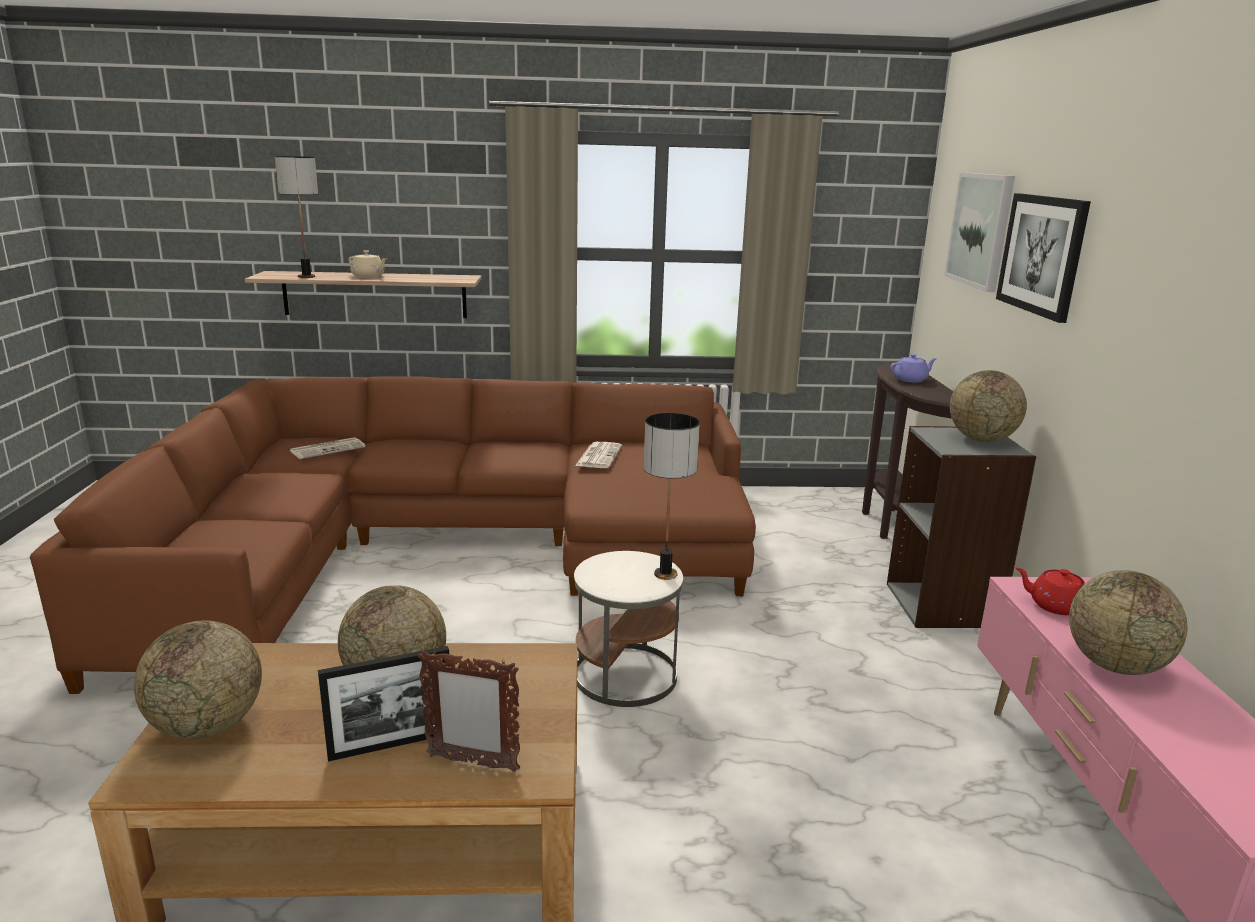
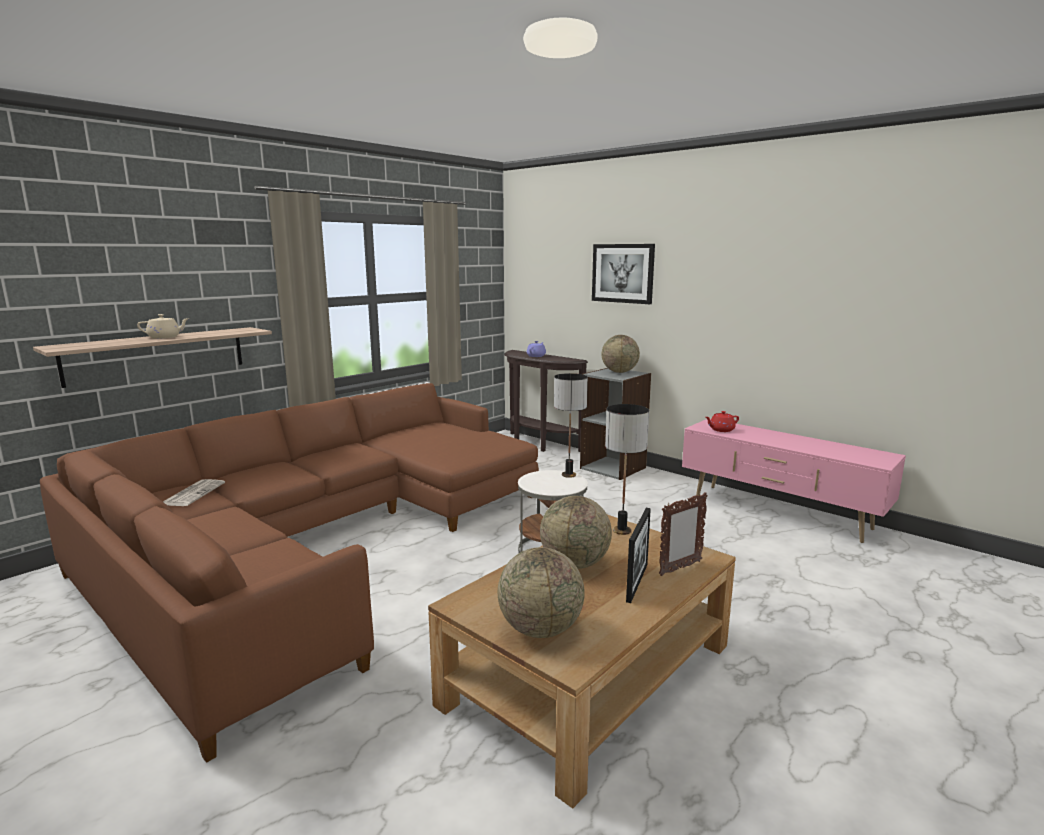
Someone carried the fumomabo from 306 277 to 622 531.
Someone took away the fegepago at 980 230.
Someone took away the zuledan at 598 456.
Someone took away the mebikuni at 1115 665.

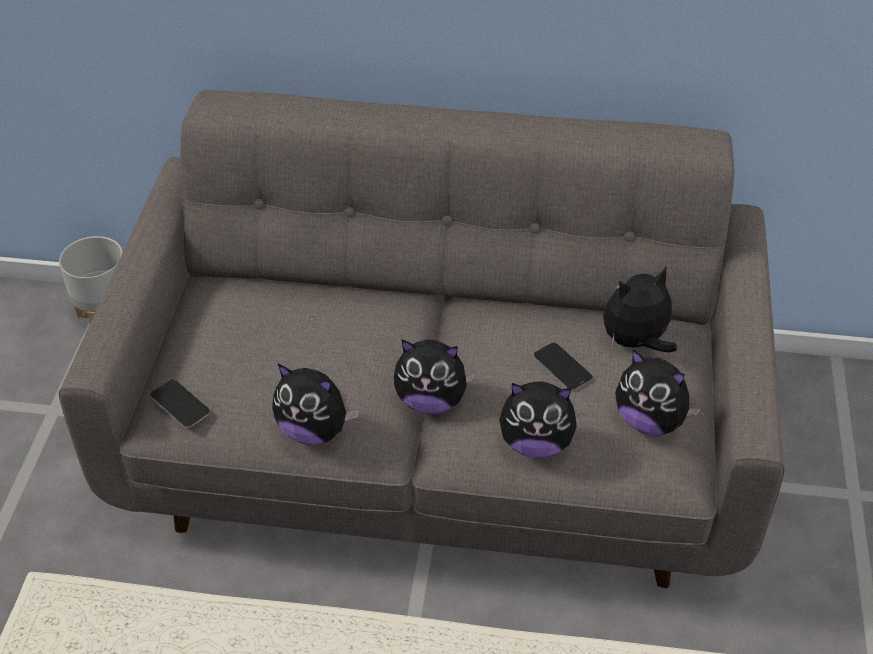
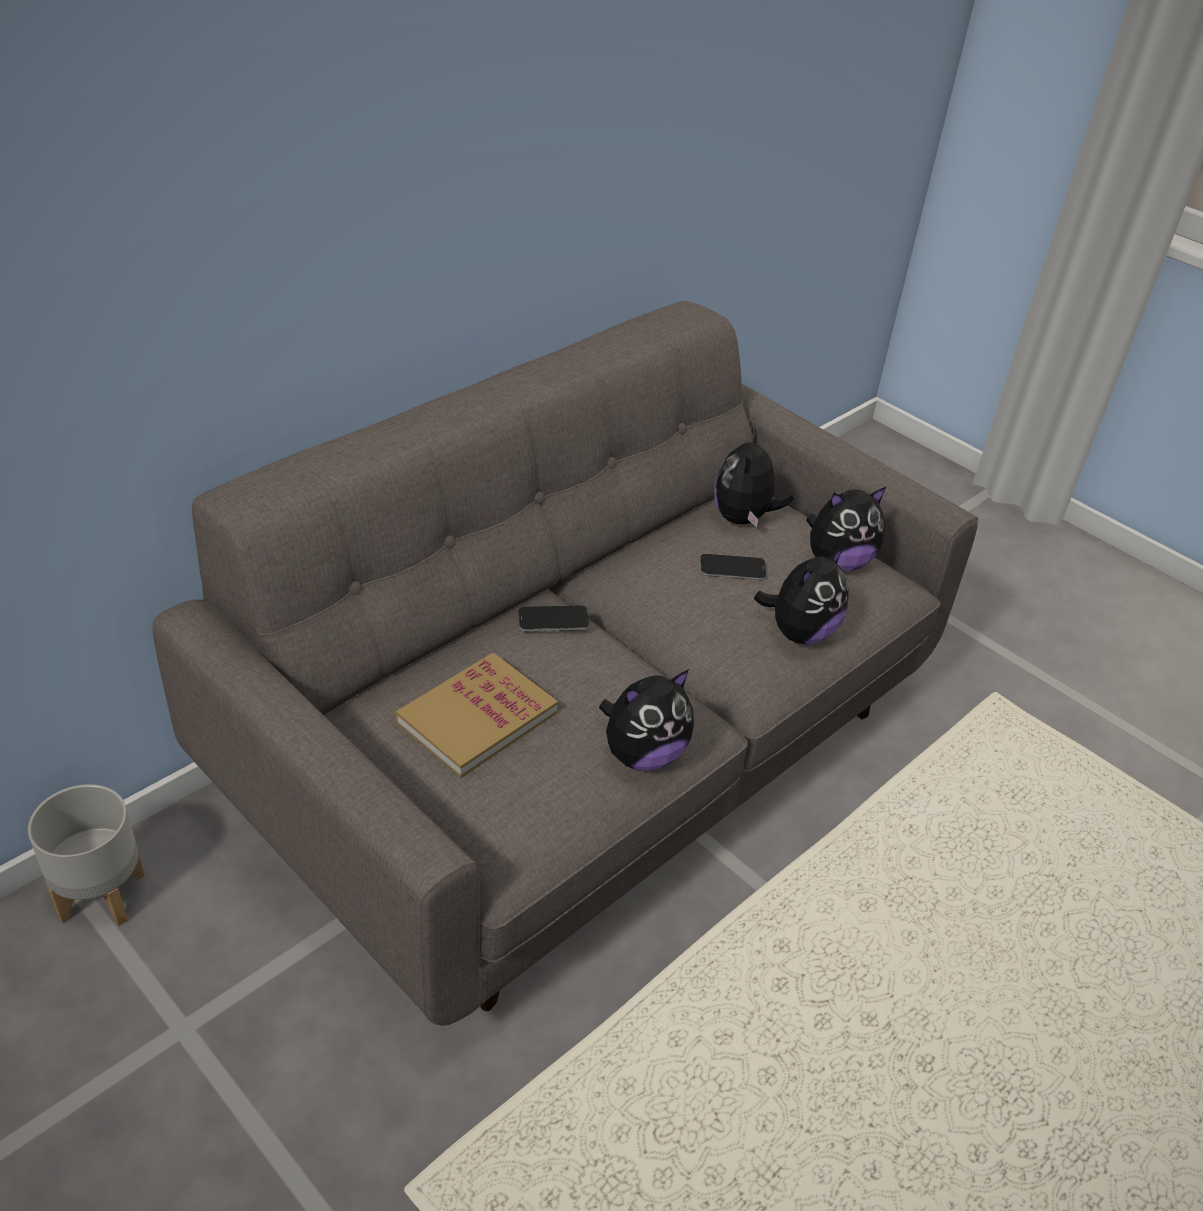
Someone took away the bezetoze at 431 401.
Someone carried the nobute from 180 405 to 553 620.
Someone put down the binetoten at 477 717.

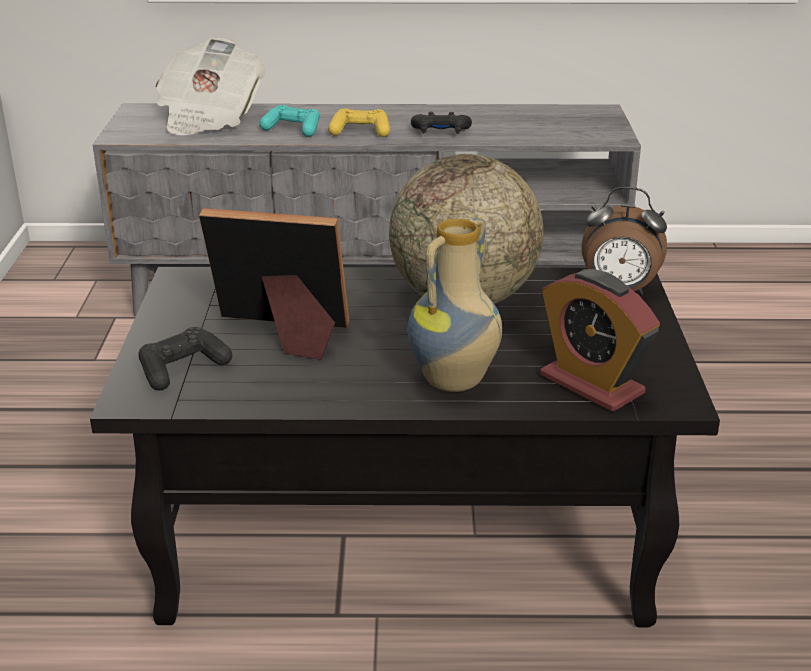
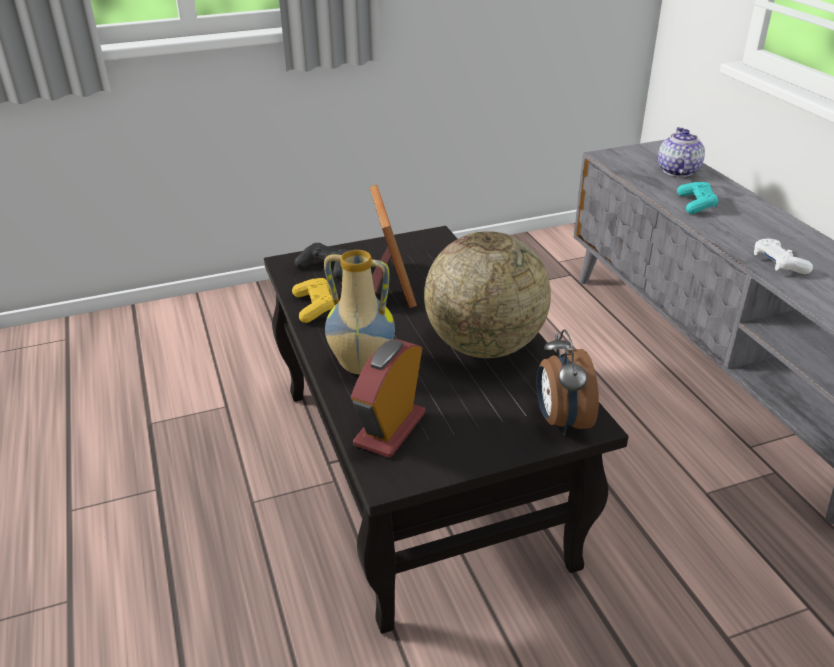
Someone swapped the zuledan at 209 117 for the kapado at 677 171.
Someone carried the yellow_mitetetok from 360 132 to 314 307.
Someone repainted the black_mitetetok at 440 132, which became the white_mitetetok at 778 264.

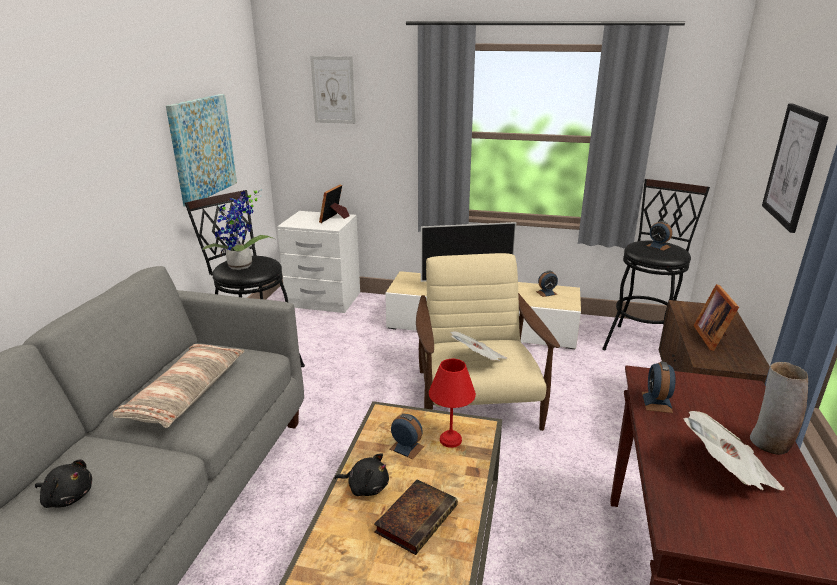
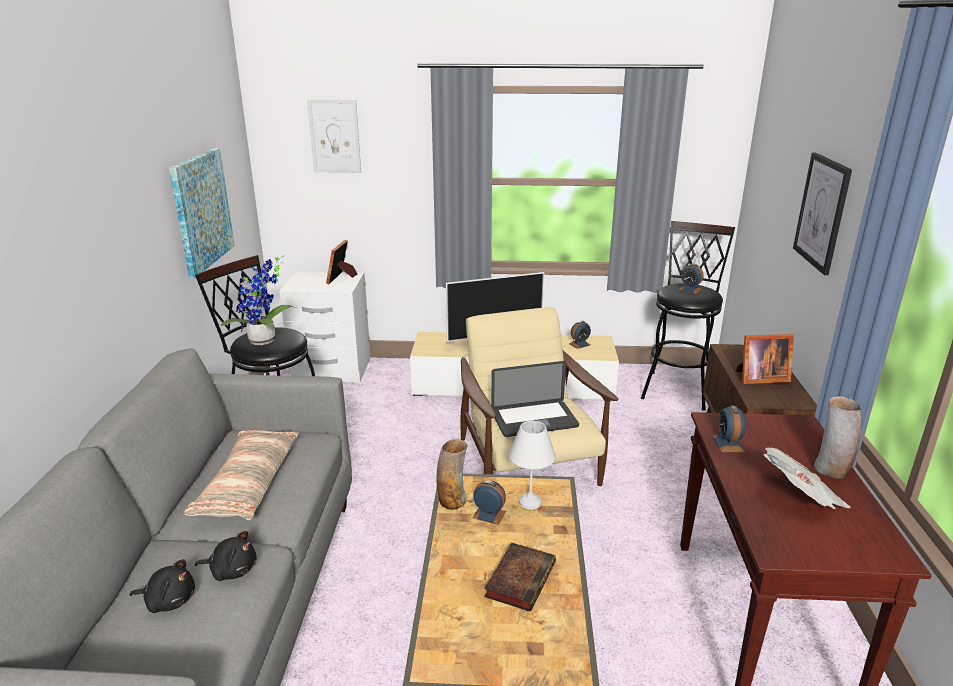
Someone rotated the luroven at 713 337 by 90 degrees counterclockwise.
Someone swapped the zuledan at 478 360 for the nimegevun at 534 420.
Someone repainted the red_fumomabo at 449 440, which became the white_fumomabo at 529 502.
Someone carried the black_bezetoze from 366 487 to 232 570.
Someone put down the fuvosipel at 452 501.

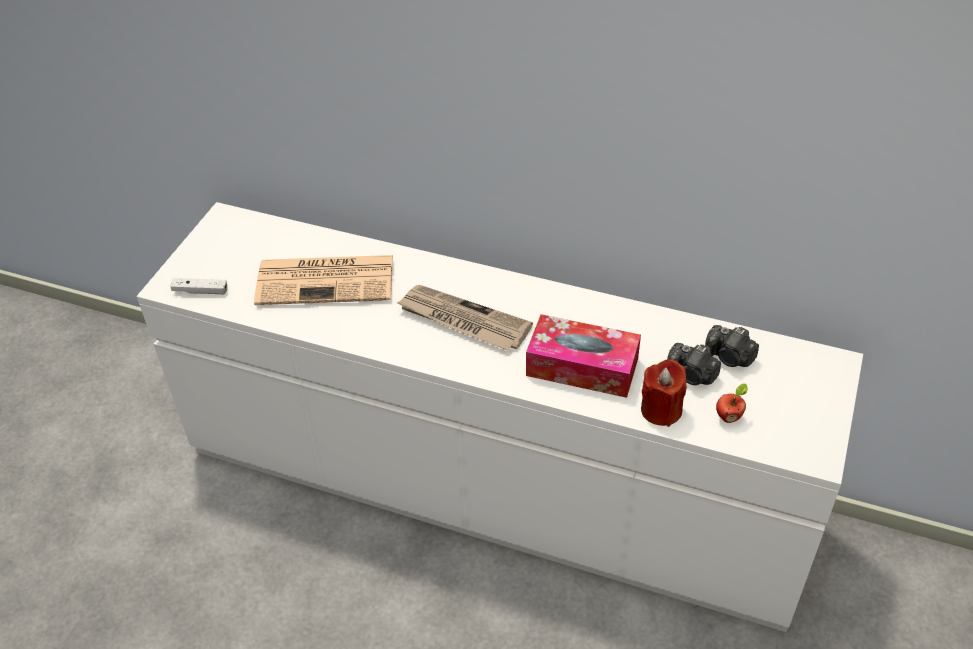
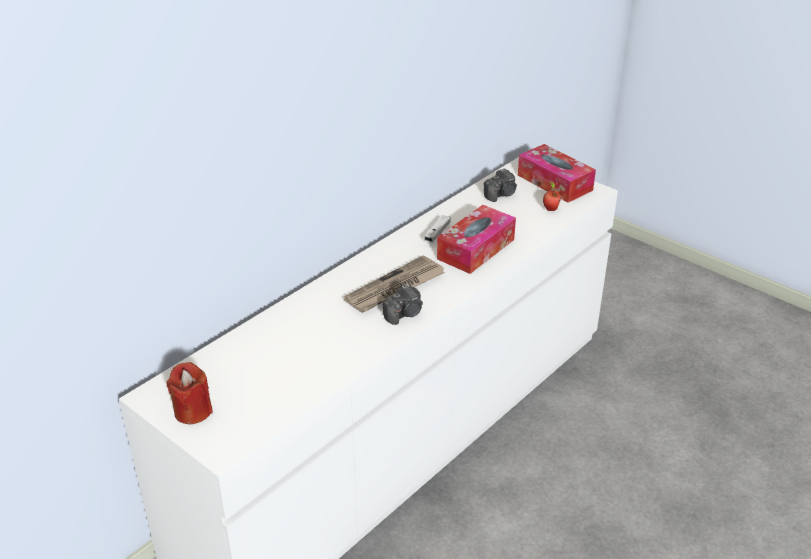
Someone took away the zuledan at 327 280.
Someone carried the white_mitetetok from 200 291 to 437 233.
Someone carried the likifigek from 691 375 to 404 314.
Someone carried the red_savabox from 661 410 to 193 411.
Someone put down the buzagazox at 554 182.

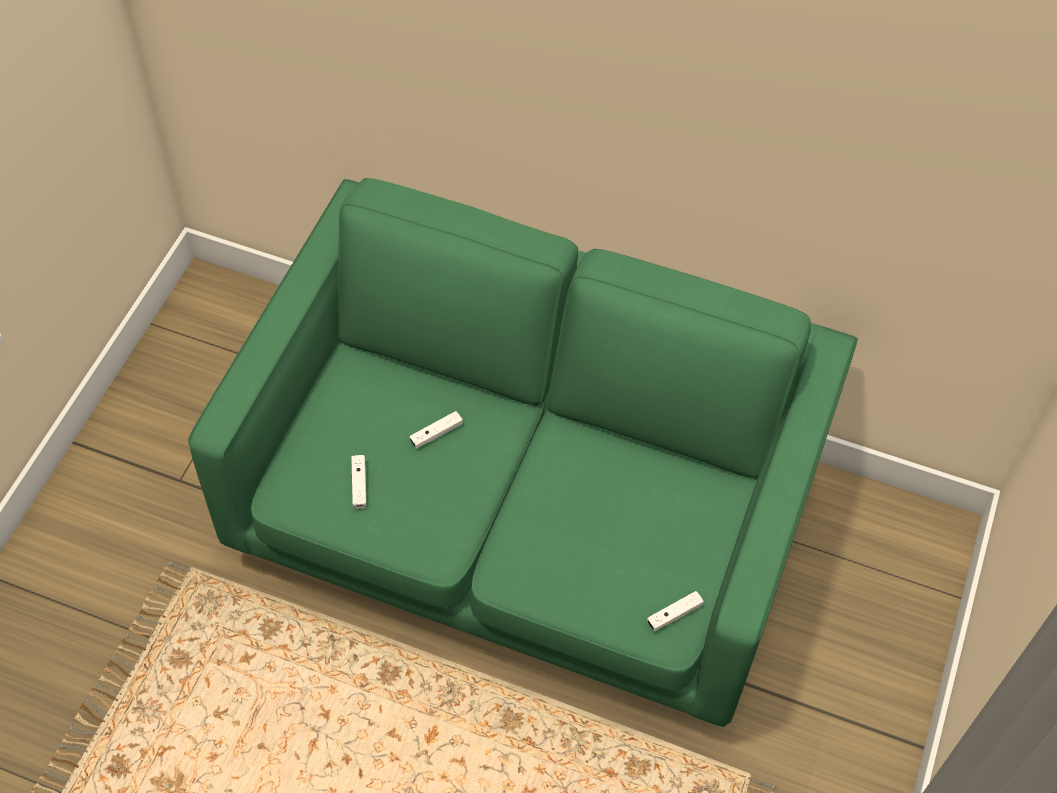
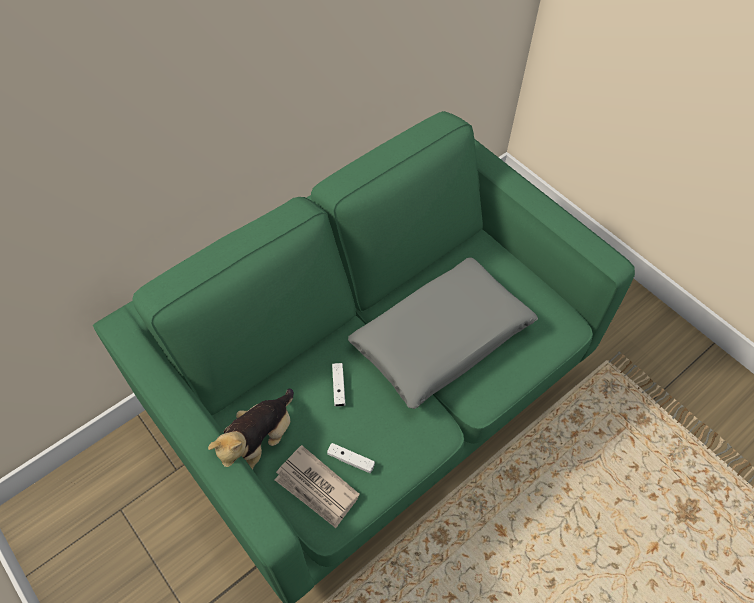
Someone took away the white_mitetetok at 674 614.
Someone put down the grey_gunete at 442 339.
Someone put down the bezetoze at 259 443.
Someone put down the zuledan at 317 488.

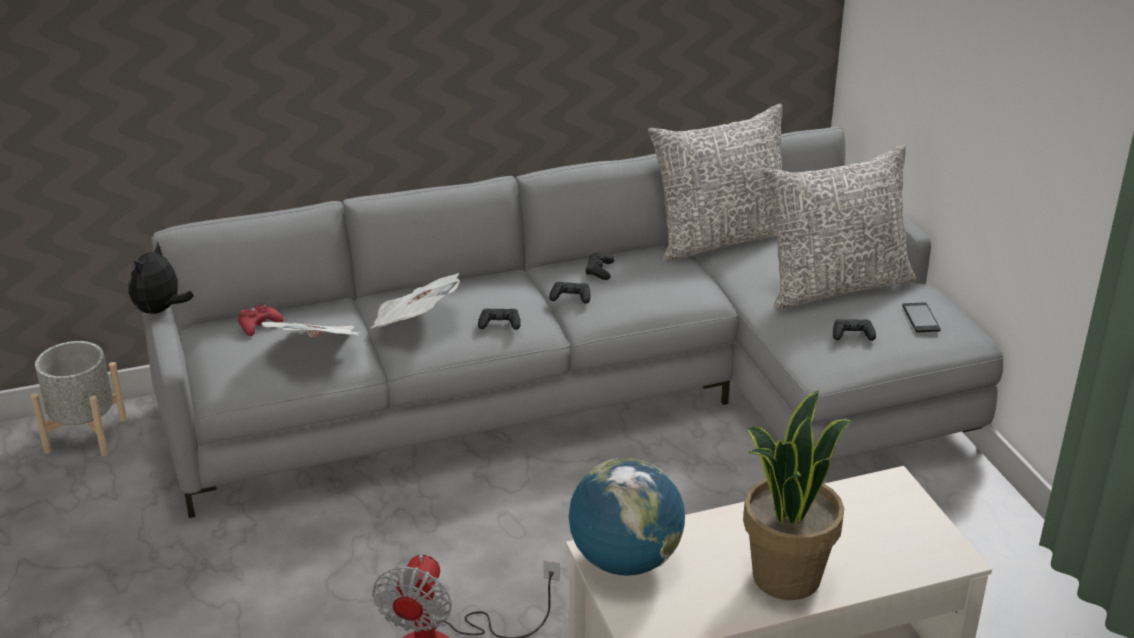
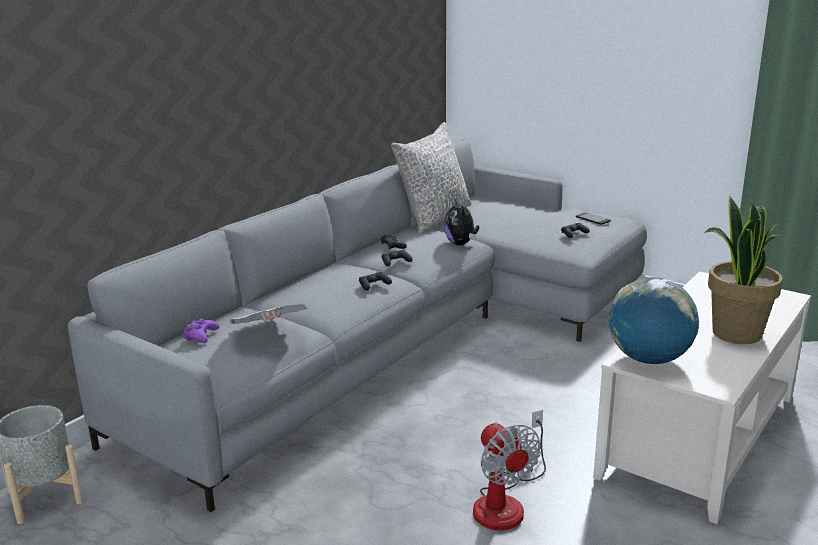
Someone took away the grey_gunete at 835 285.
Someone carried the bezetoze from 160 310 to 461 244.
Someone took away the zuledan at 415 322.
Someone repainted the red_mitetetok at 259 325, which became the purple_mitetetok at 201 336.

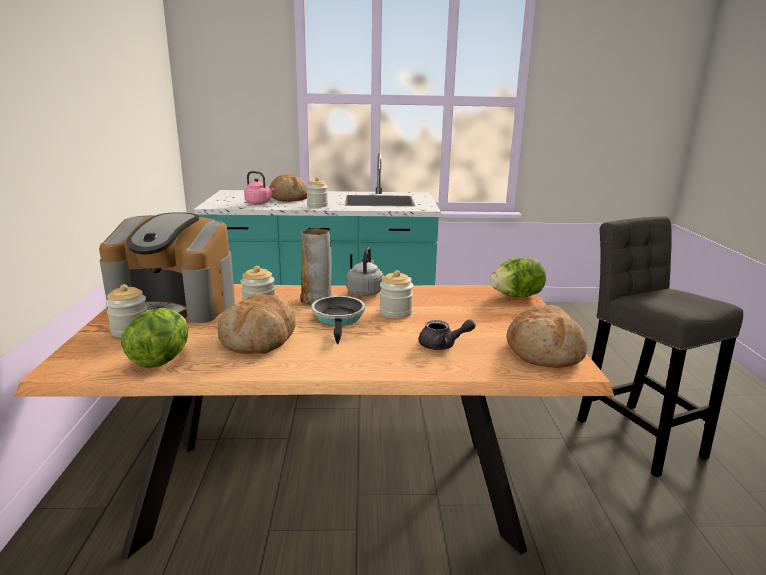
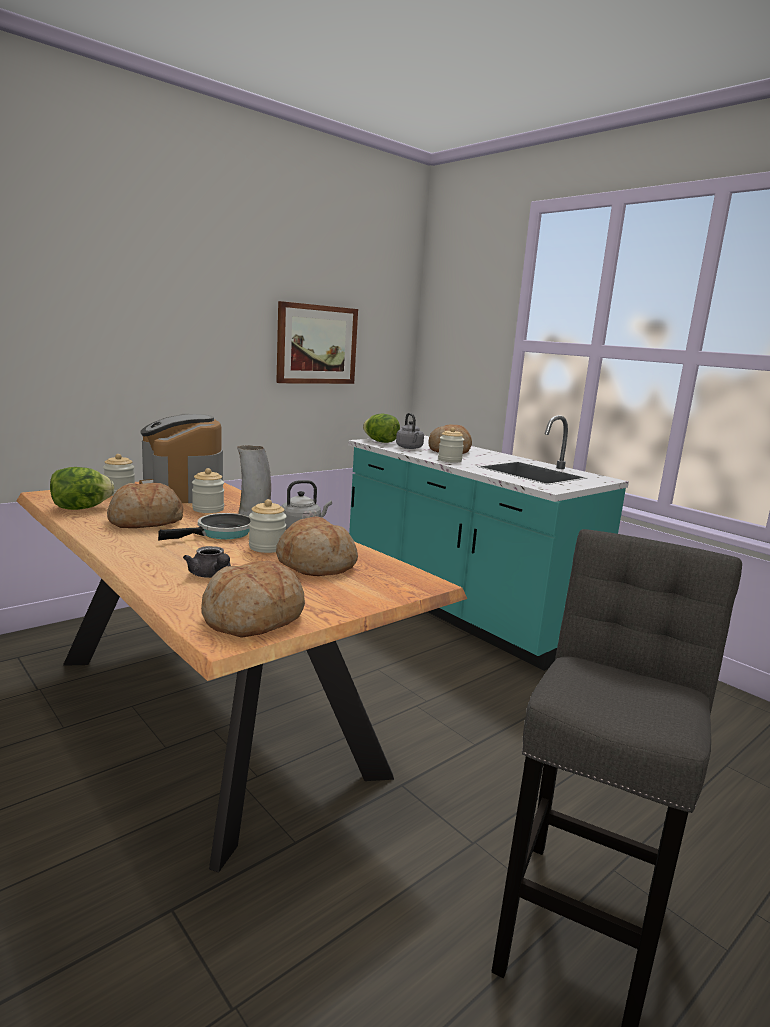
Someone repainted the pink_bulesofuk at 259 203, which became the grey_bulesofuk at 410 448.
Someone carried the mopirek from 516 296 to 380 442.
Someone put up the fegepago at 316 344.
Someone put down the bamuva at 316 564.

